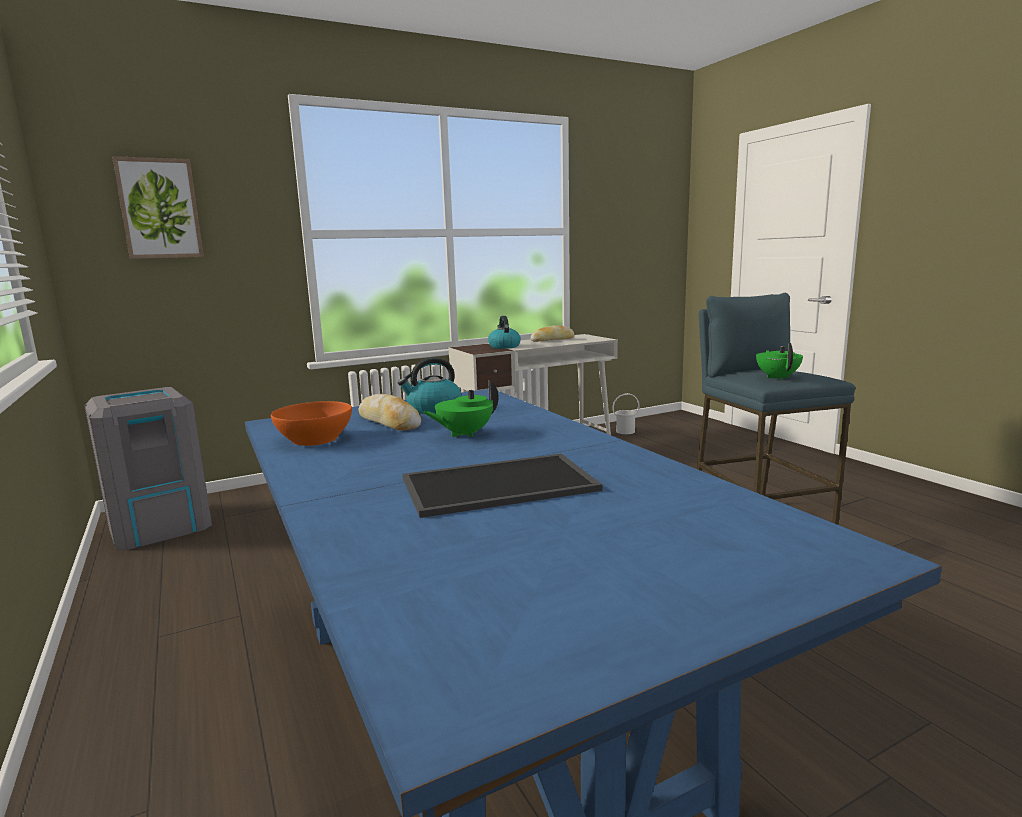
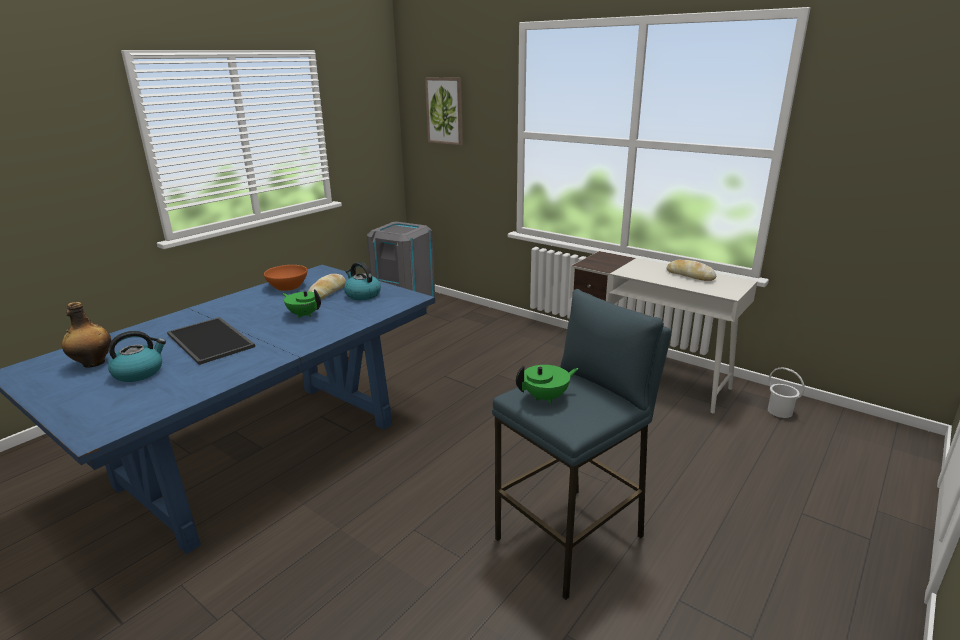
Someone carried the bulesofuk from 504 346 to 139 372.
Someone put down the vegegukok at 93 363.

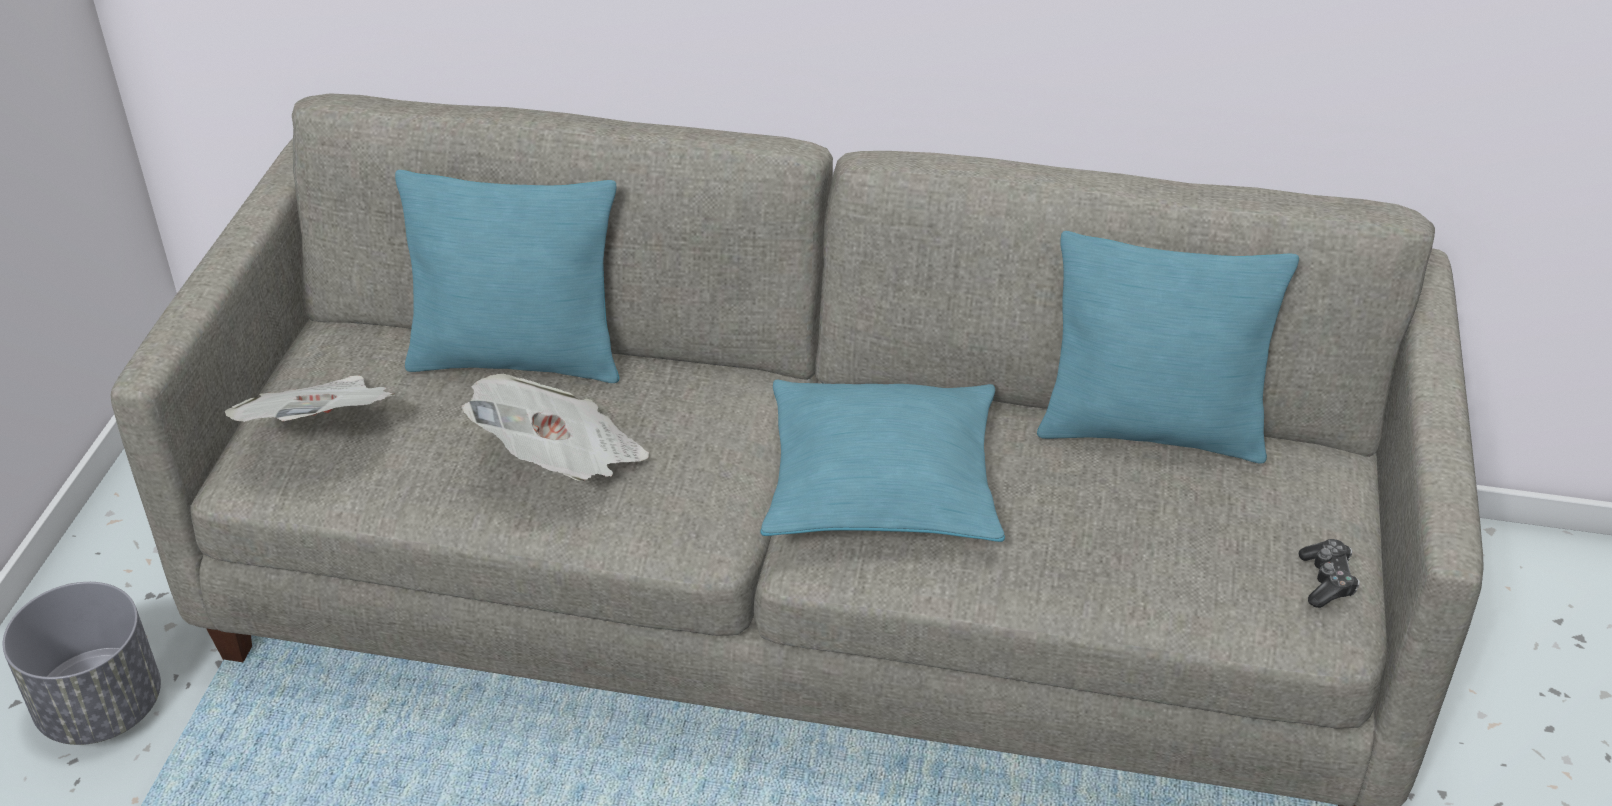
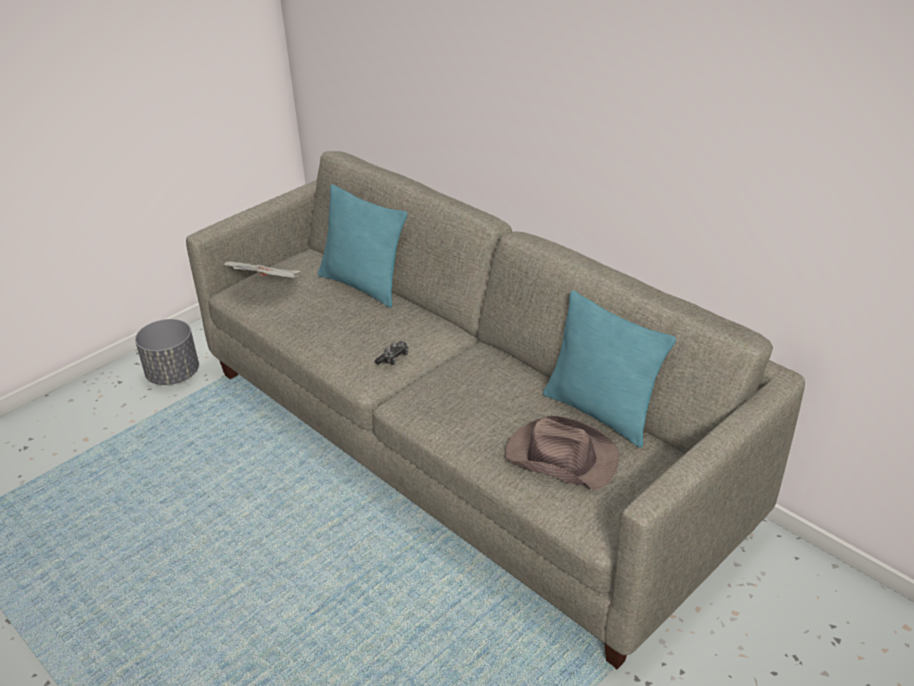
Someone took away the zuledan at 561 461.
Someone took away the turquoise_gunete at 882 483.
Someone carried the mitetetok from 1326 581 to 393 358.
Someone put down the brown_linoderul at 560 457.

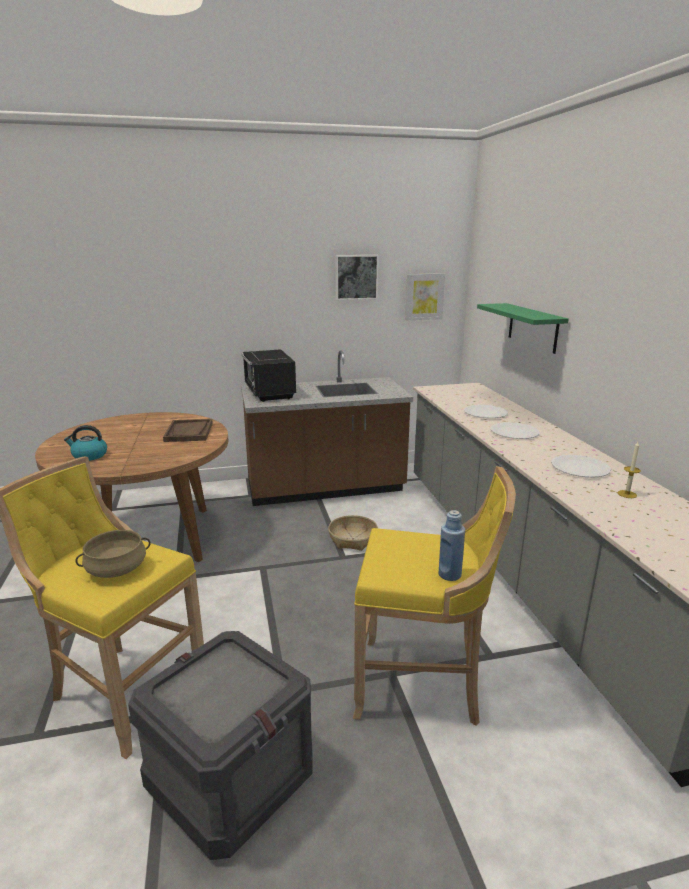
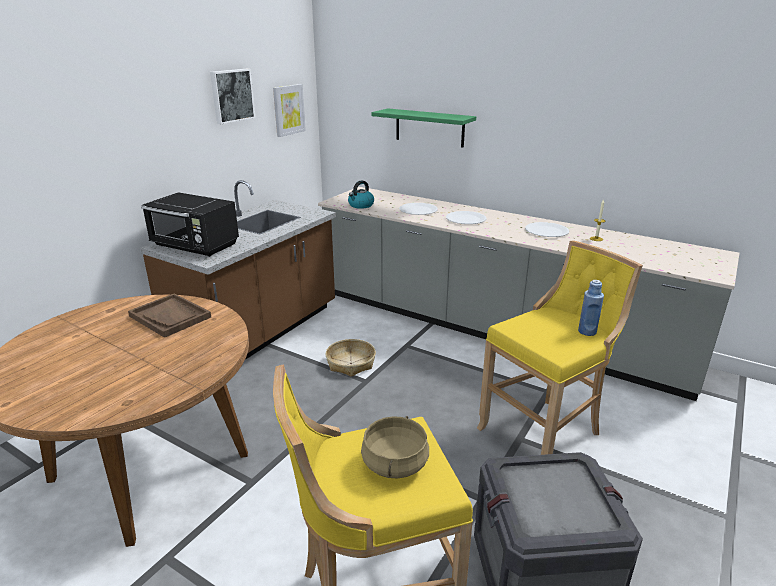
Someone carried the bulesofuk from 89 456 to 361 205.

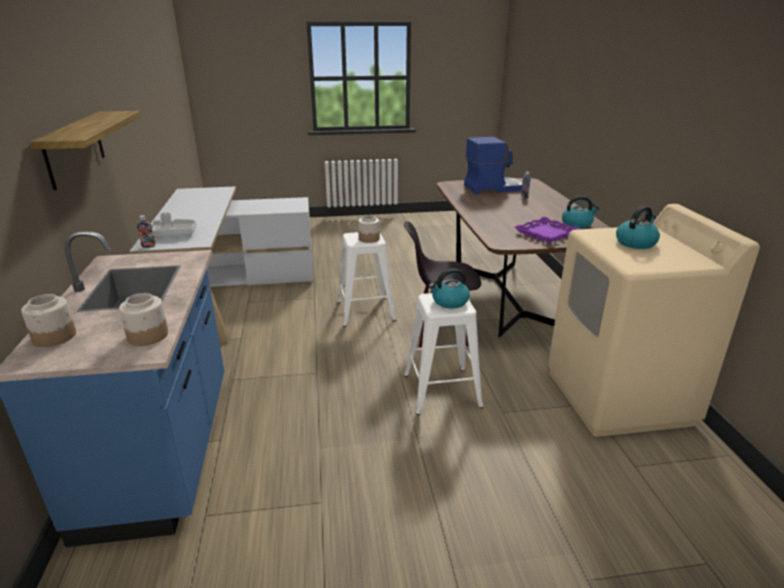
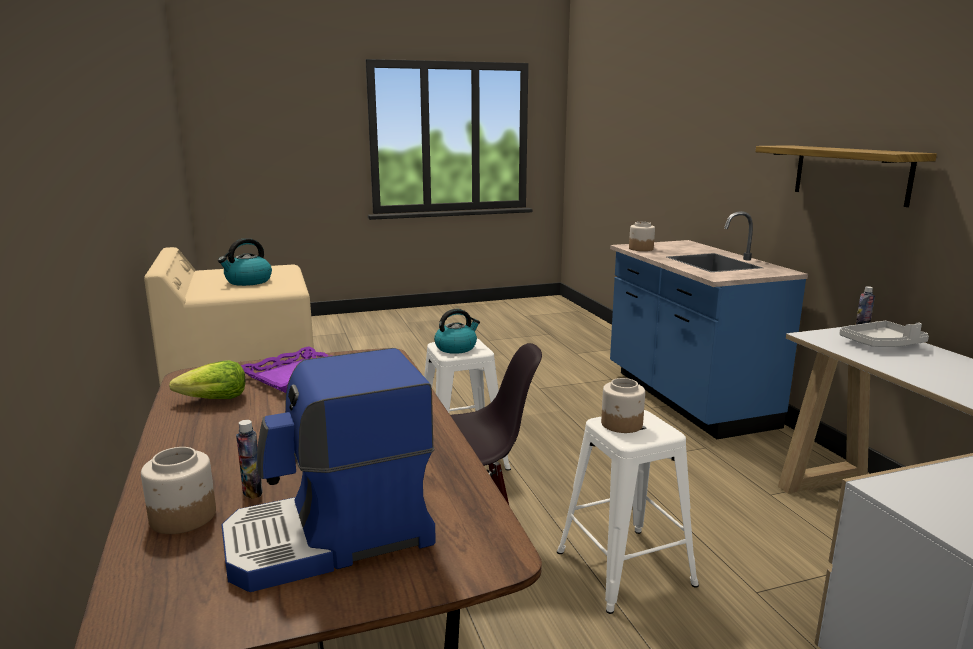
Someone swapped the bulesofuk at 577 224 for the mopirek at 214 400.
Someone carried the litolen from 55 336 to 182 517.

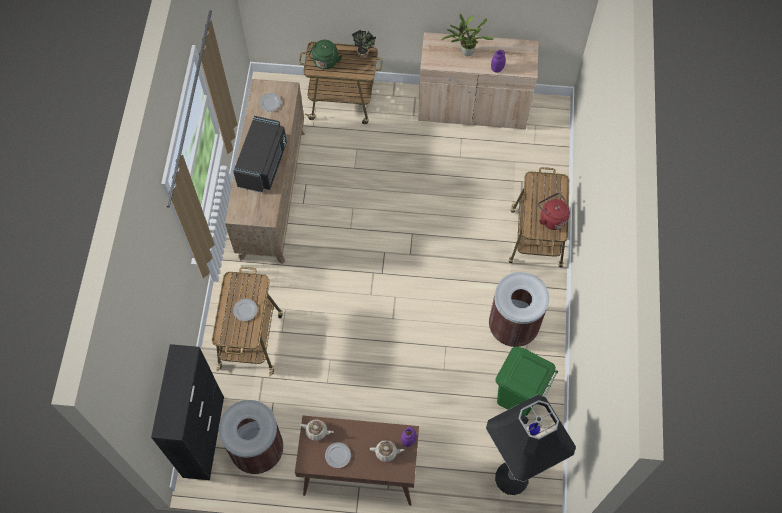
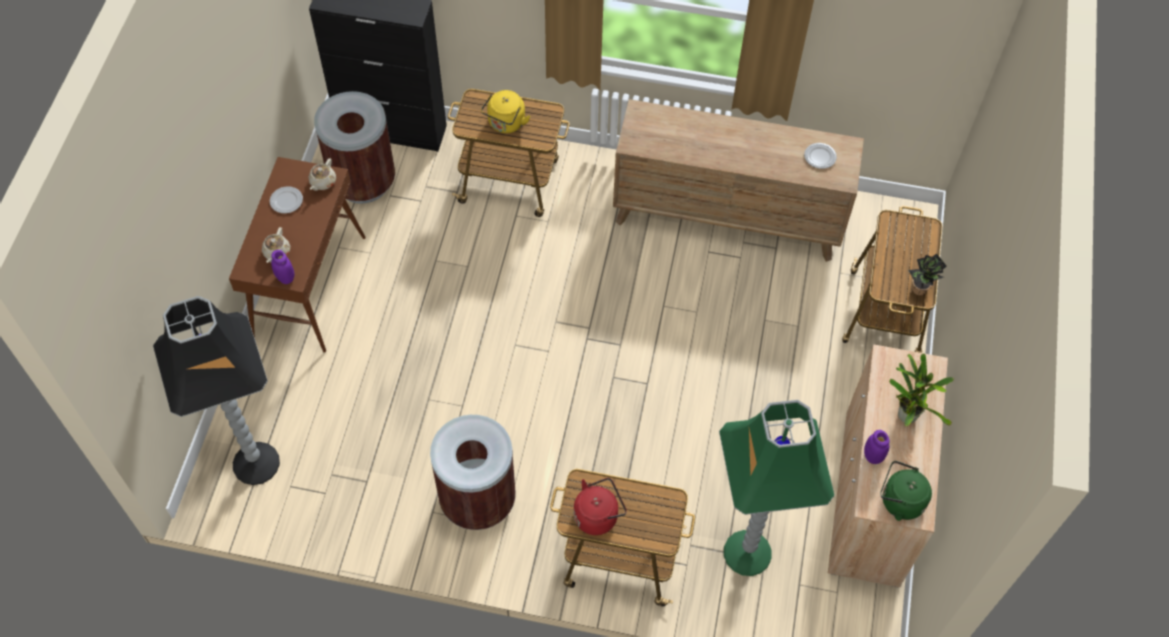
Someone carried the green_bulesofuk from 325 62 to 899 501.
Someone took away the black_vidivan at 263 164.
Someone swapped the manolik at 245 310 for the yellow_bulesofuk at 506 124.
Someone took away the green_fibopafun at 518 399.
Someone put down the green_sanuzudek at 746 554.

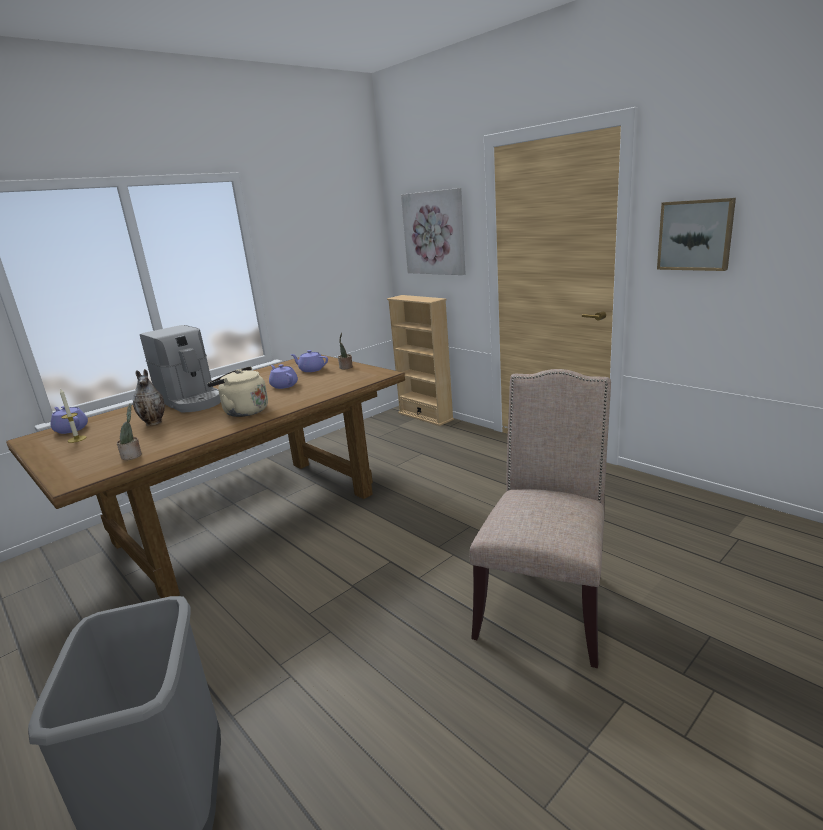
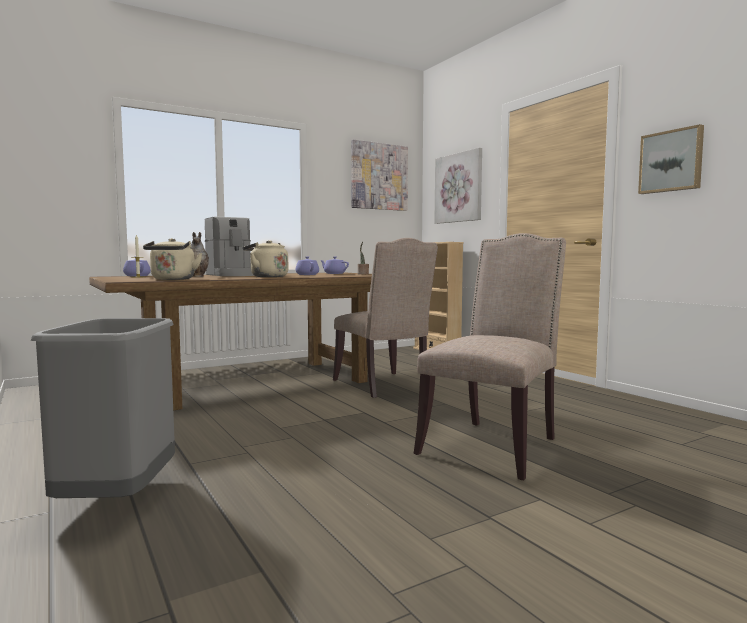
Someone swapped the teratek at 133 455 for the beige_bulesofuk at 172 279.
Someone put up the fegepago at 379 176.
Someone put down the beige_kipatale at 384 386.

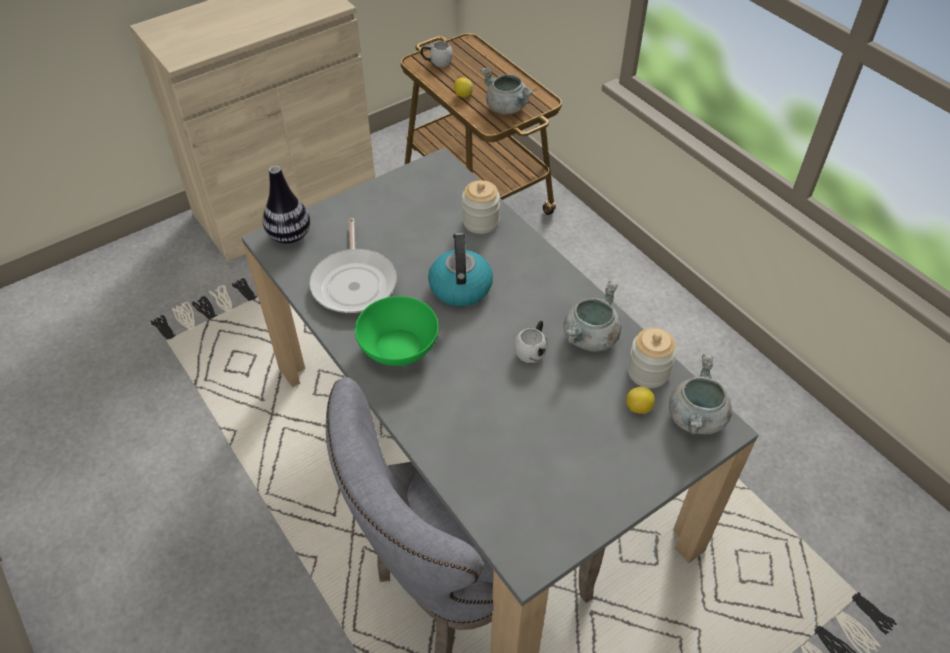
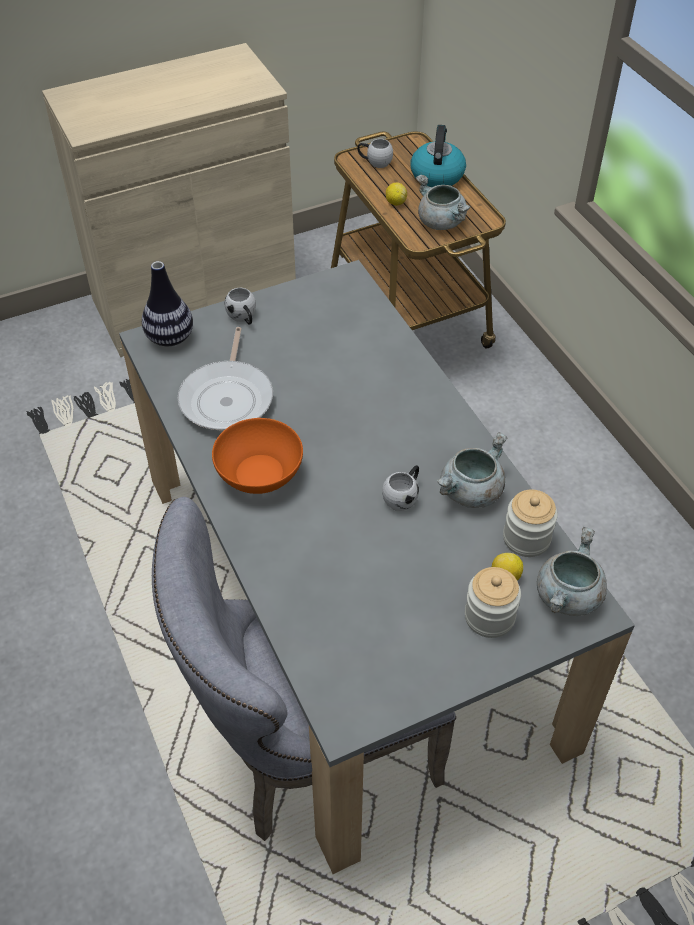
Someone carried the litolen from 480 222 to 489 617.
Someone carried the bulesofuk from 460 286 to 437 174.
Someone repainted the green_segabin at 399 347, which became the orange_segabin at 259 474.
Someone put down the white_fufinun at 243 318.

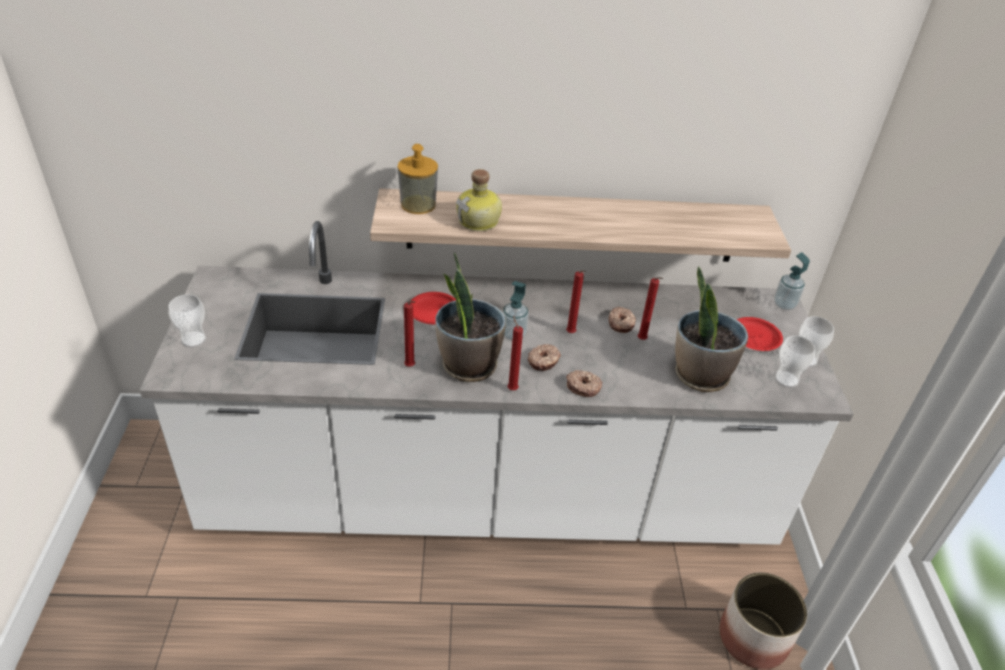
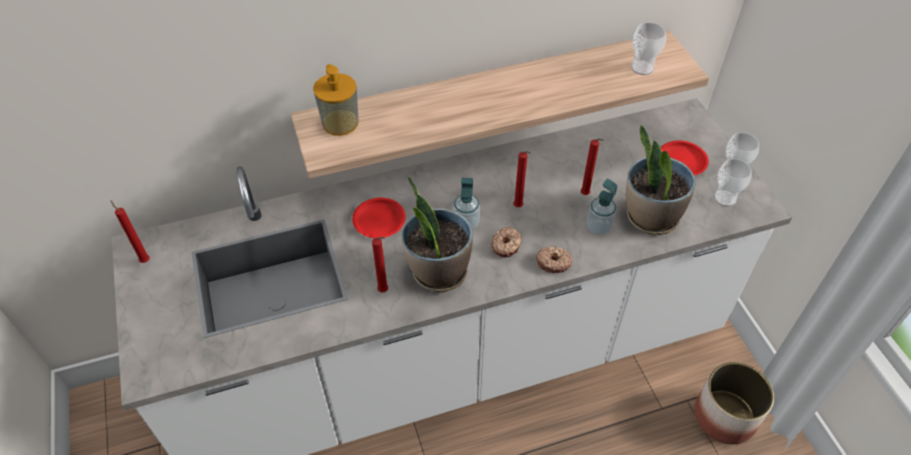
Someone took away the vegegukok at 479 221.
Someone carried the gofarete from 784 304 to 598 227.
Someone carried the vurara from 193 339 to 642 68.
Someone took away the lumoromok at 621 323.
Someone carried the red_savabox from 511 388 to 144 260.

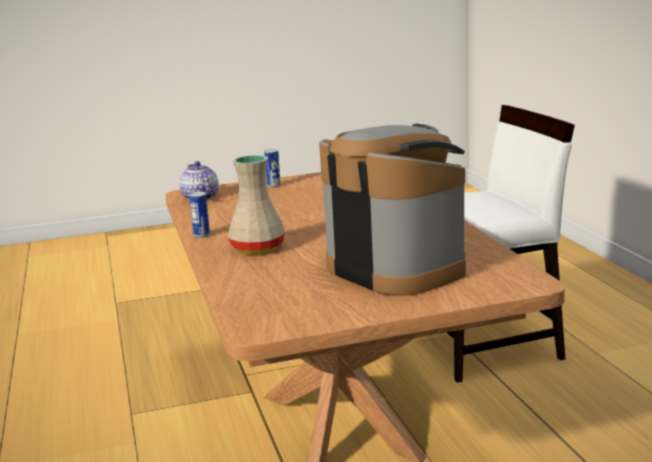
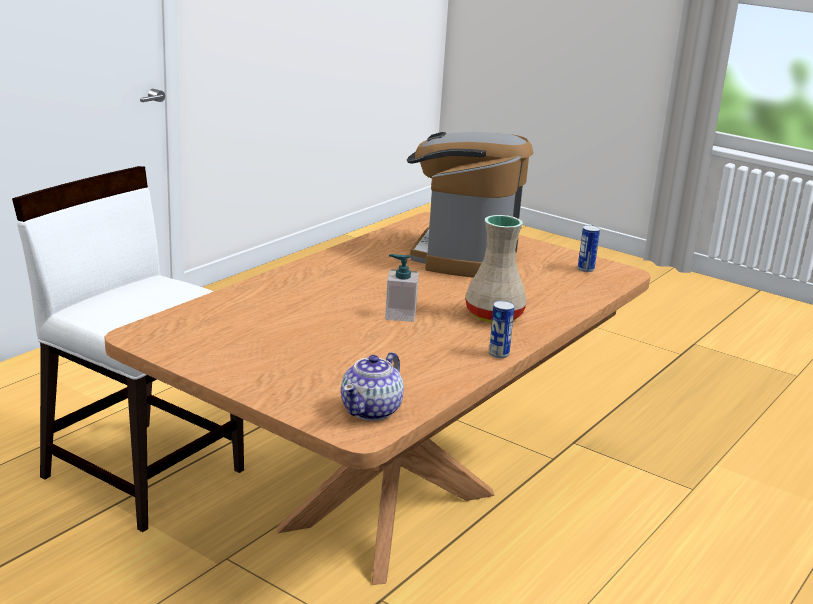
Someone carried the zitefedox from 273 186 to 585 269.
Someone put down the gofarete at 400 315.

